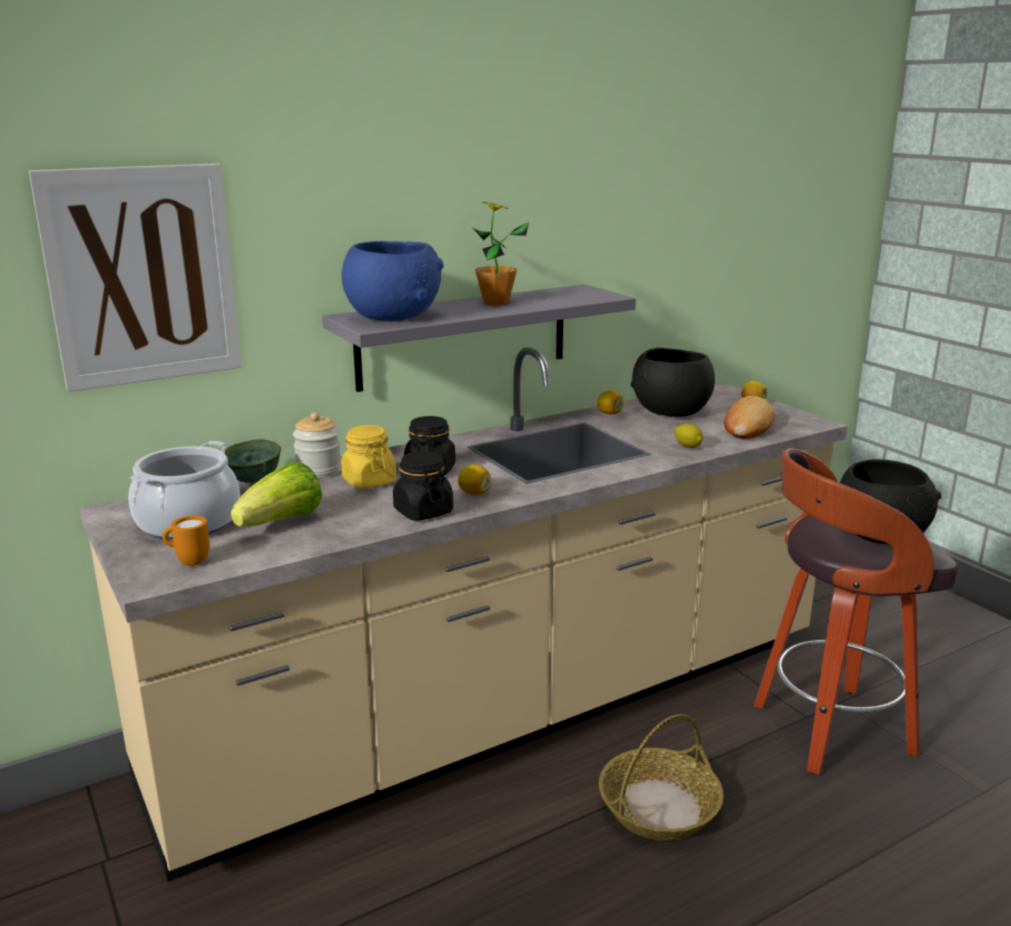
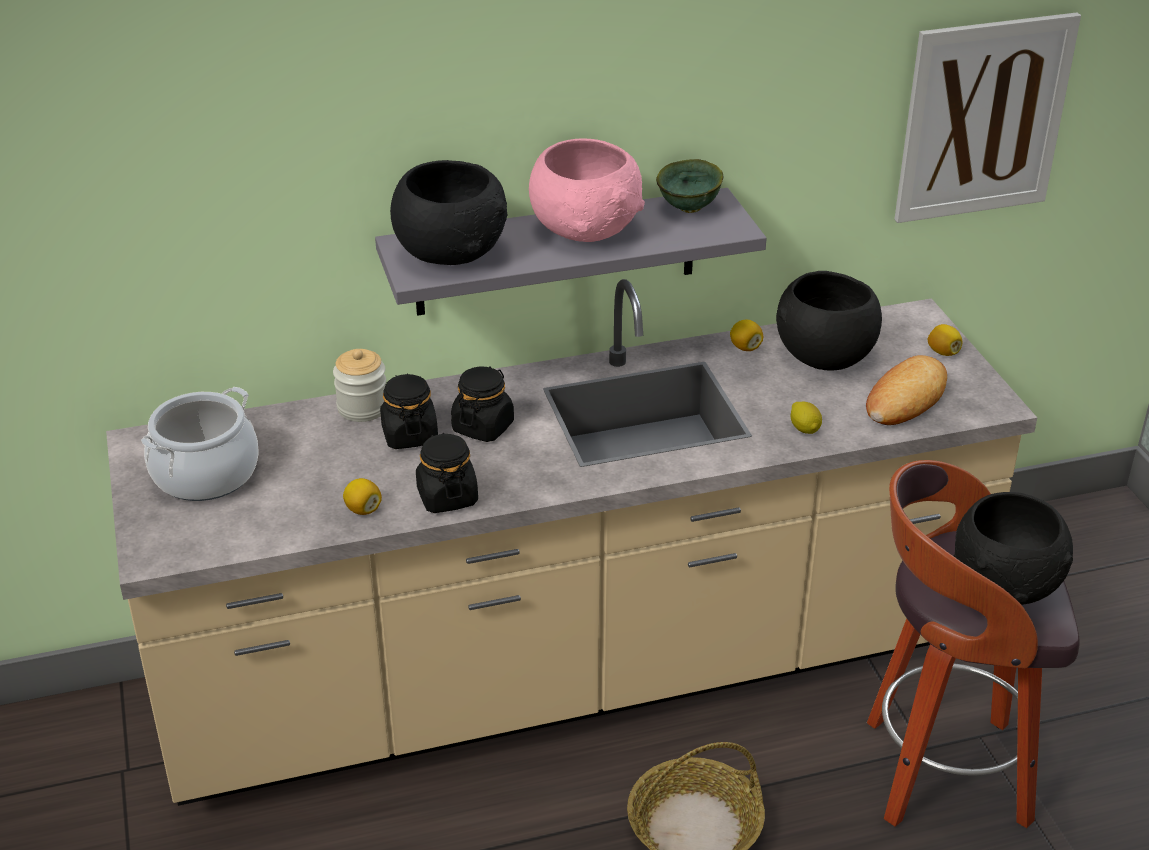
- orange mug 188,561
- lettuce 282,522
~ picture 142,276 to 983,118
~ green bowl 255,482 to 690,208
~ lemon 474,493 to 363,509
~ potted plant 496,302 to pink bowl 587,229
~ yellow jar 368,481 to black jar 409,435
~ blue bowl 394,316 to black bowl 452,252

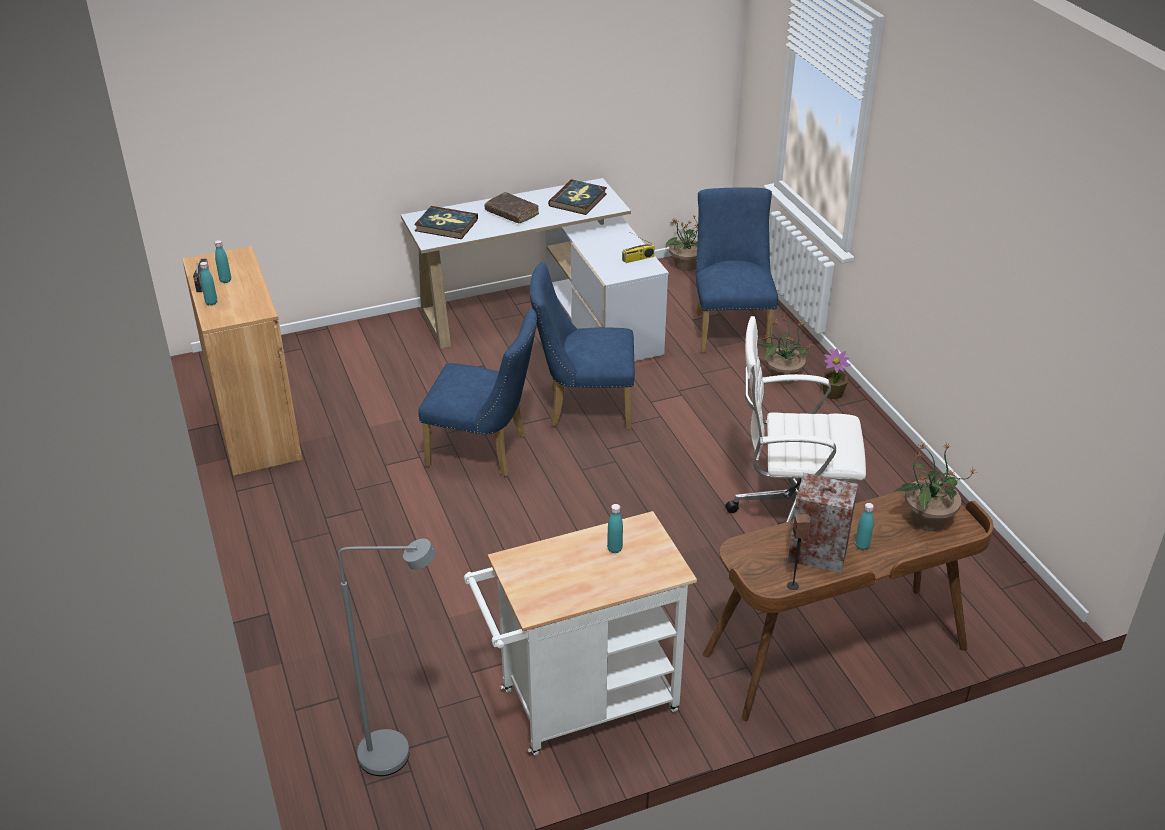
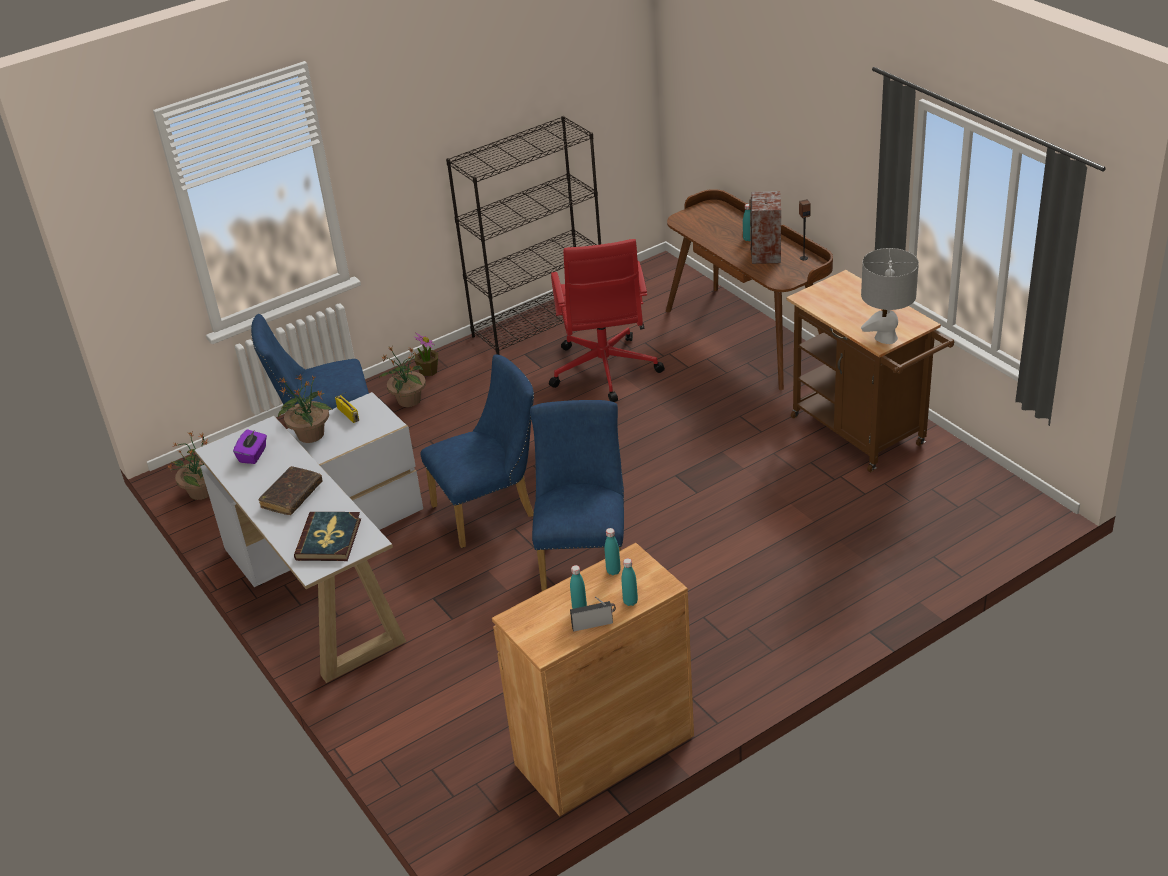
- grey floor lamp 398,755
+ black bookcase 540,322
+ grey table lamp 886,338
~ turquoise bottle 614,549 to 613,571
~ potted plant 926,520 to 311,435
~ book 578,200 to purple tissue box 253,455
~ white cart 579,705 to brown cart 863,435
~ white office chair 792,514 to red office chair 604,372
~ blue chair 583,407 = 491,510 105 degrees counterclockwise

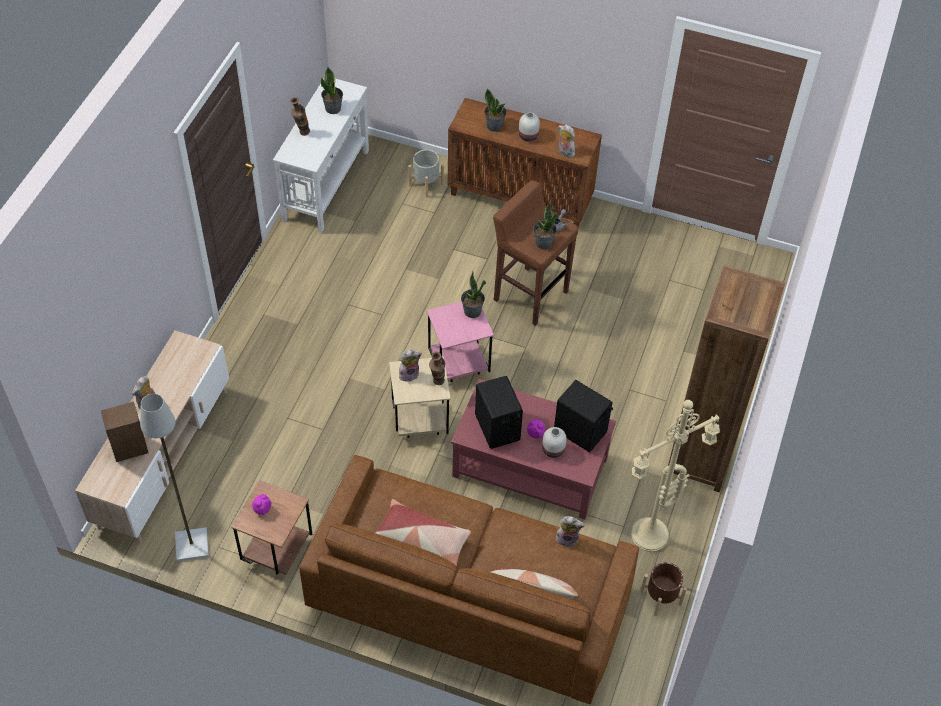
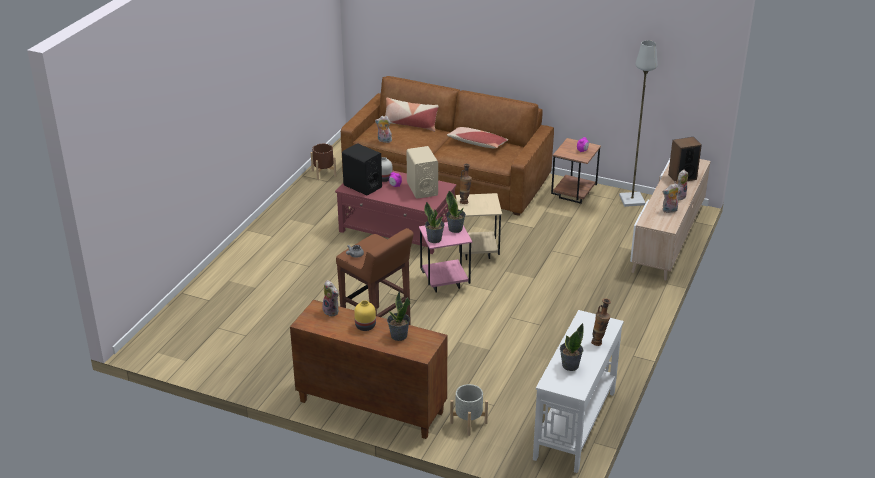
- beige floor lamp 649,538
- brown bookcase 700,457
~ plush toy 409,374 to 669,211
~ potted plant 543,243 to 455,229
~ black speaker 497,428 to beige speaker 422,189
~ white vase 528,136 to yellow vase 365,326

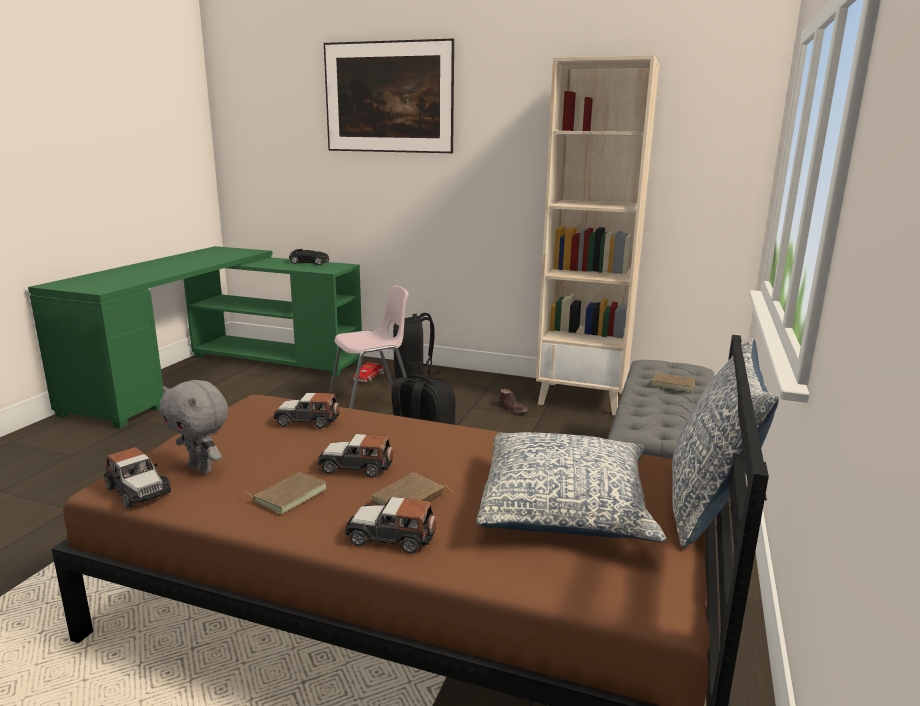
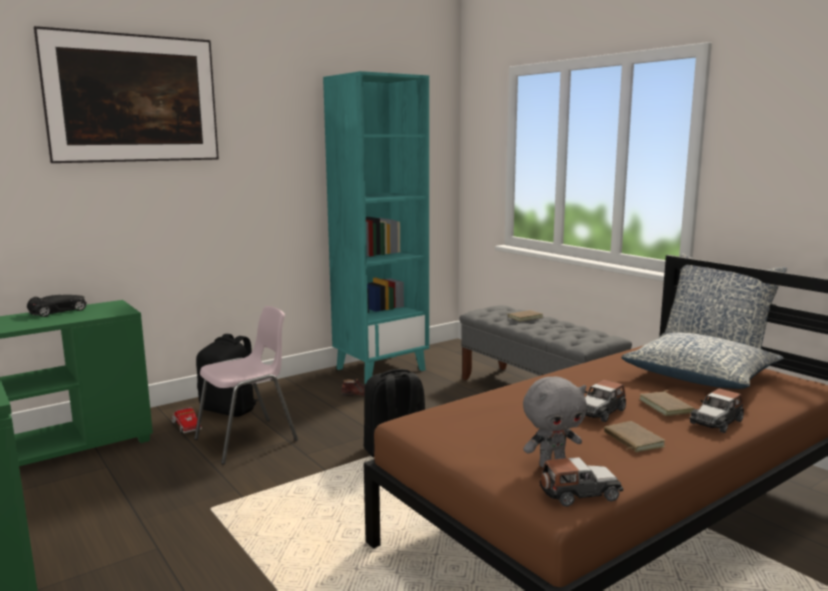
- toy car 307,420
~ beige bookcase 583,398 to turquoise bookcase 381,369
~ pink chair 373,402 = 248,440 45 degrees clockwise

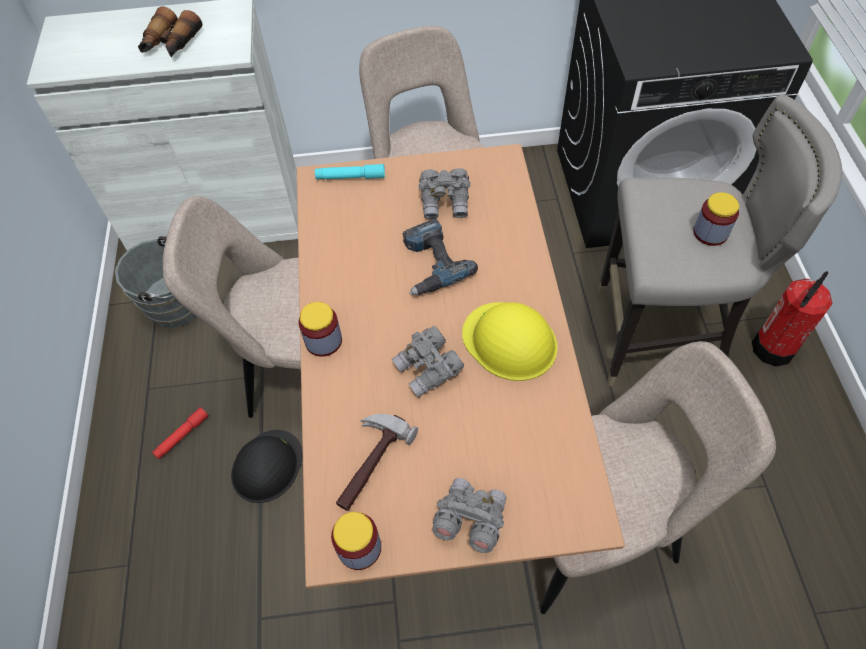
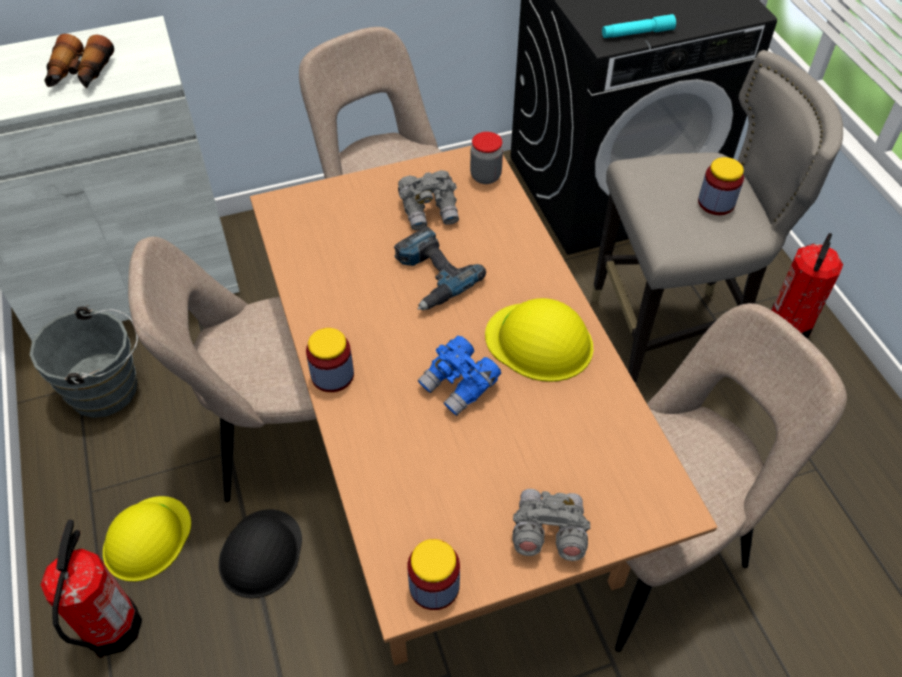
- hammer 368,462
+ fire extinguisher 112,628
+ jar 485,176
~ turquoise flashlight 350,177 to 637,33
~ red flashlight 182,436 to yellow hard hat 147,538
~ grey binoculars 428,369 to blue binoculars 459,385

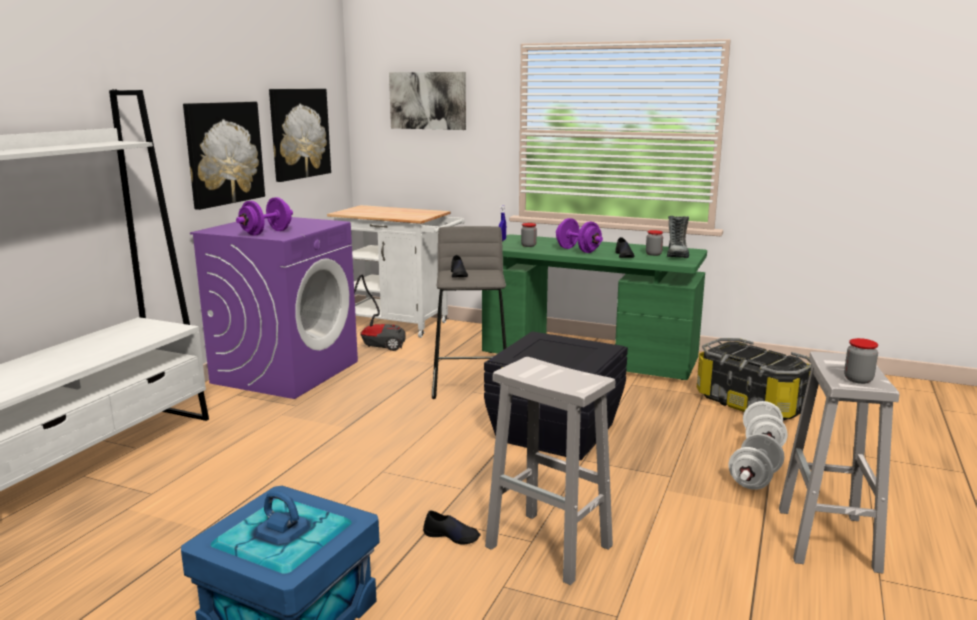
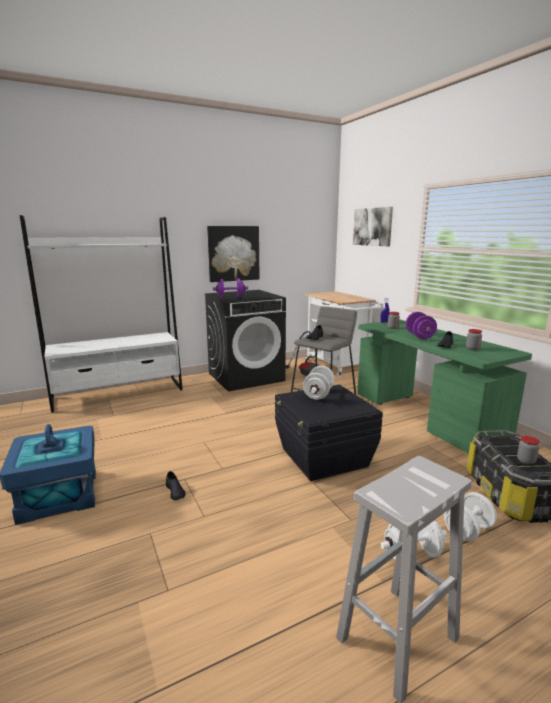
- picture 299,133
- white stool 550,547
- boot 677,254
+ white dumbbell 318,394
~ jar 858,379 to 526,461
~ purple washing machine 286,372 to black washing machine 246,377

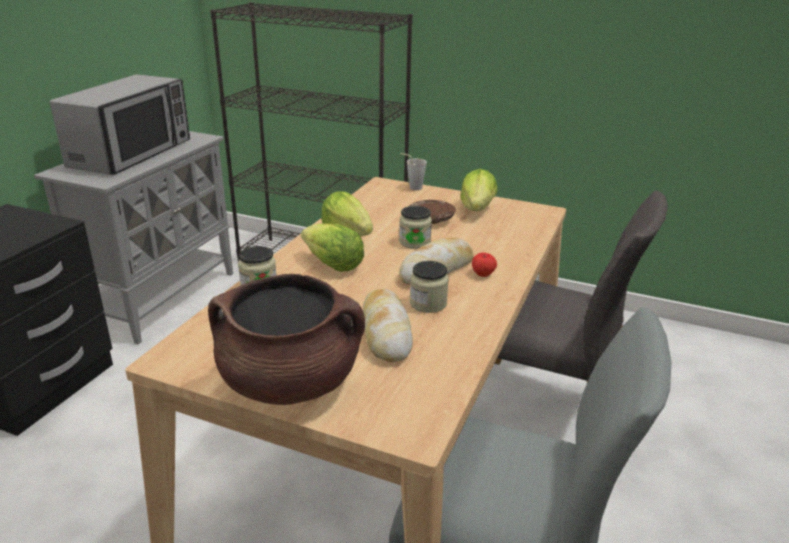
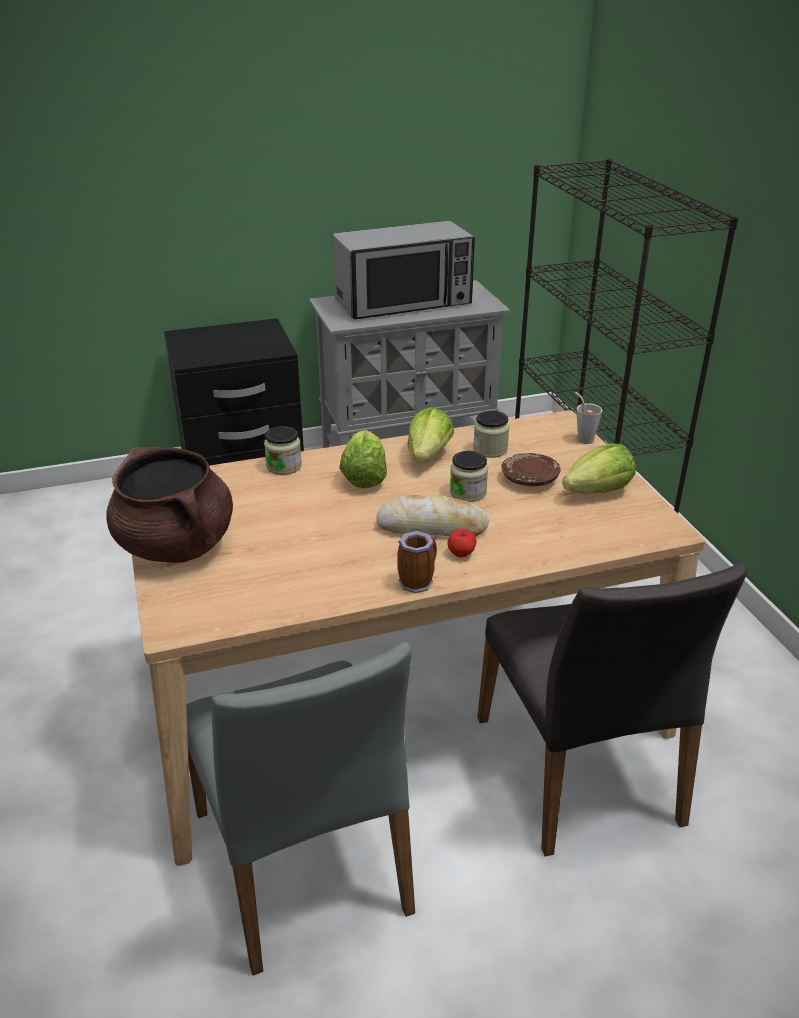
- bread 386,332
+ mug 417,581
~ jar 428,303 to 490,449

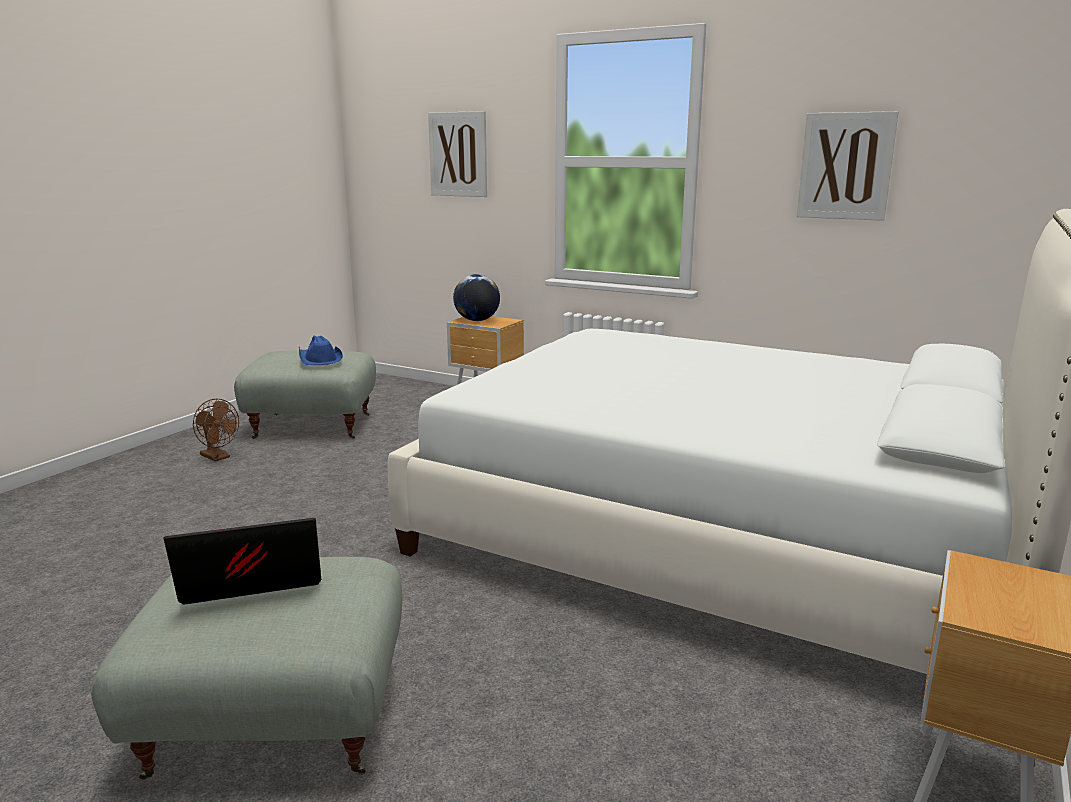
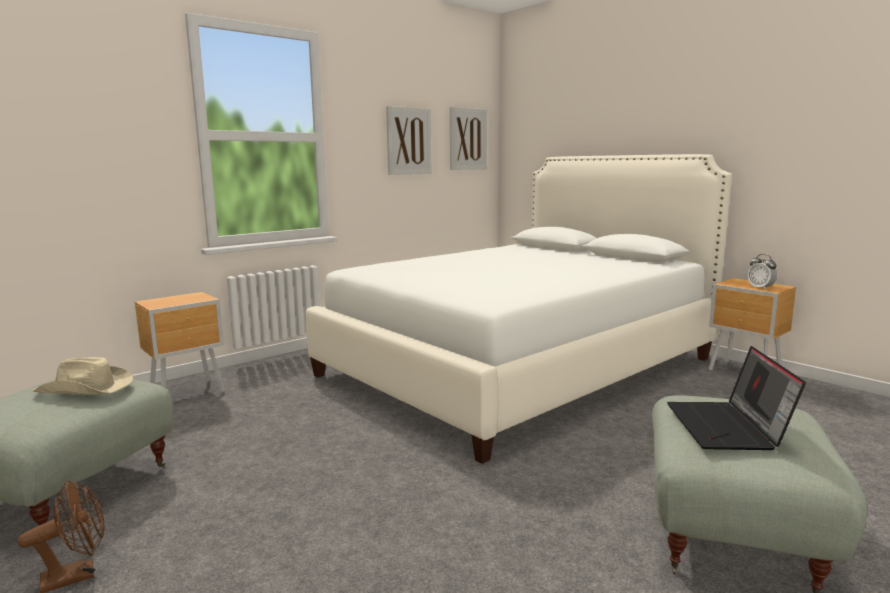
- globe 477,320
+ alarm clock 760,288
~ picture 458,154 to 468,139
~ blue hat 319,359 to beige hat 85,388

